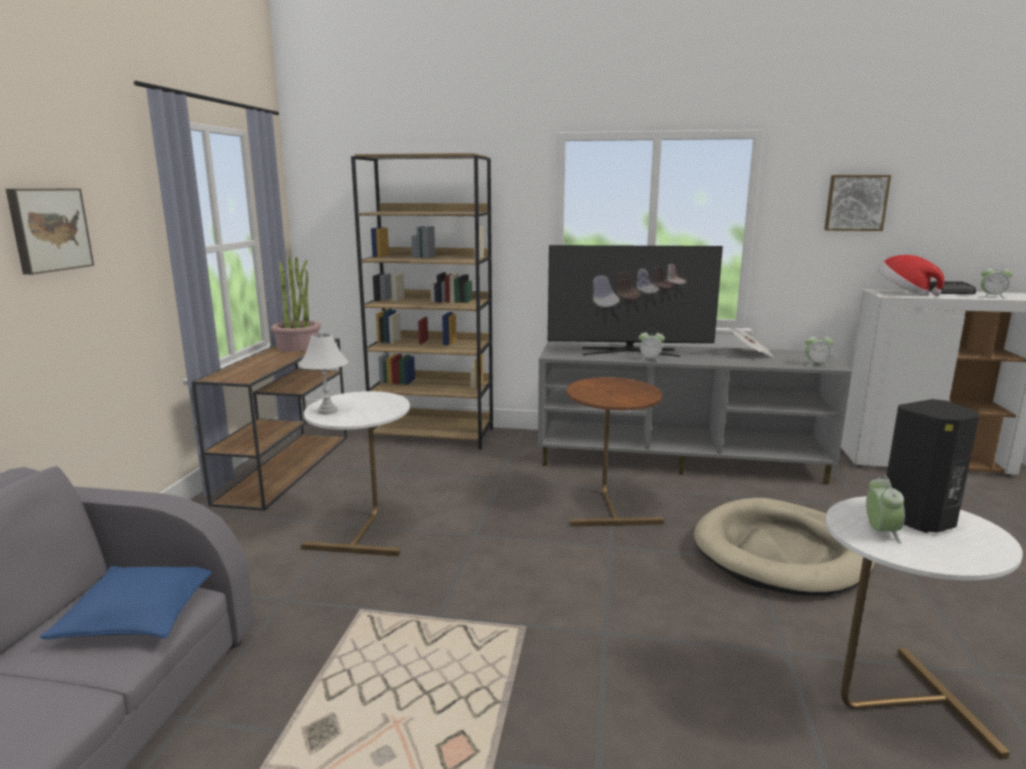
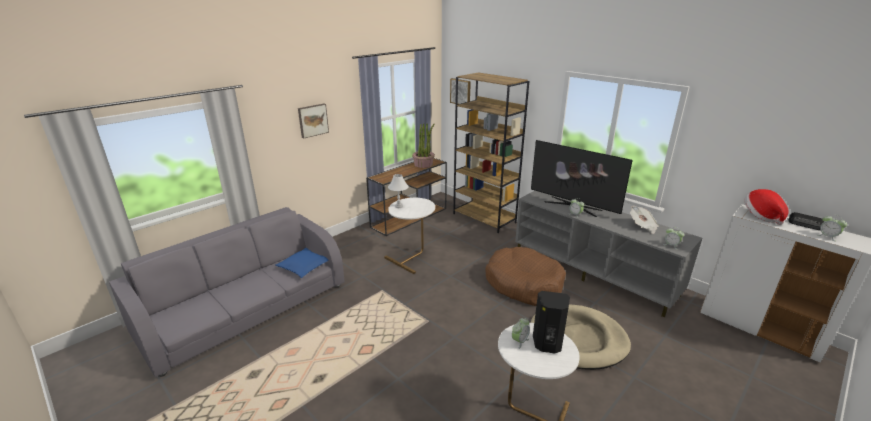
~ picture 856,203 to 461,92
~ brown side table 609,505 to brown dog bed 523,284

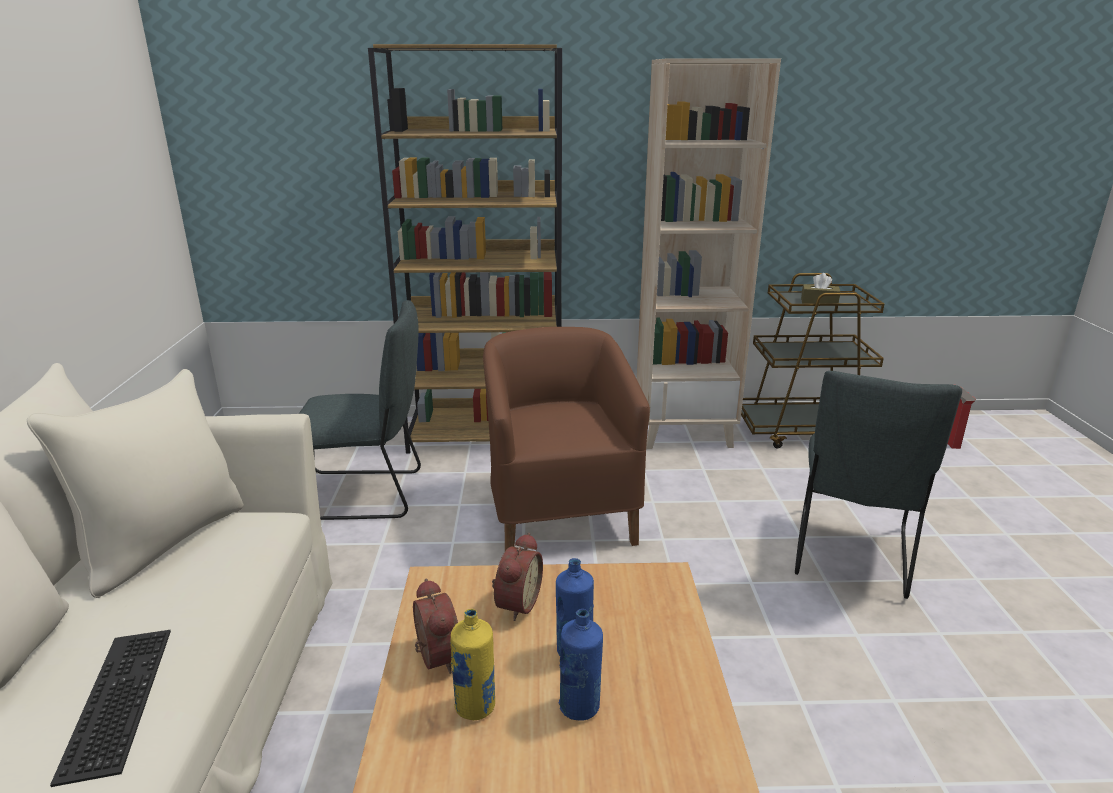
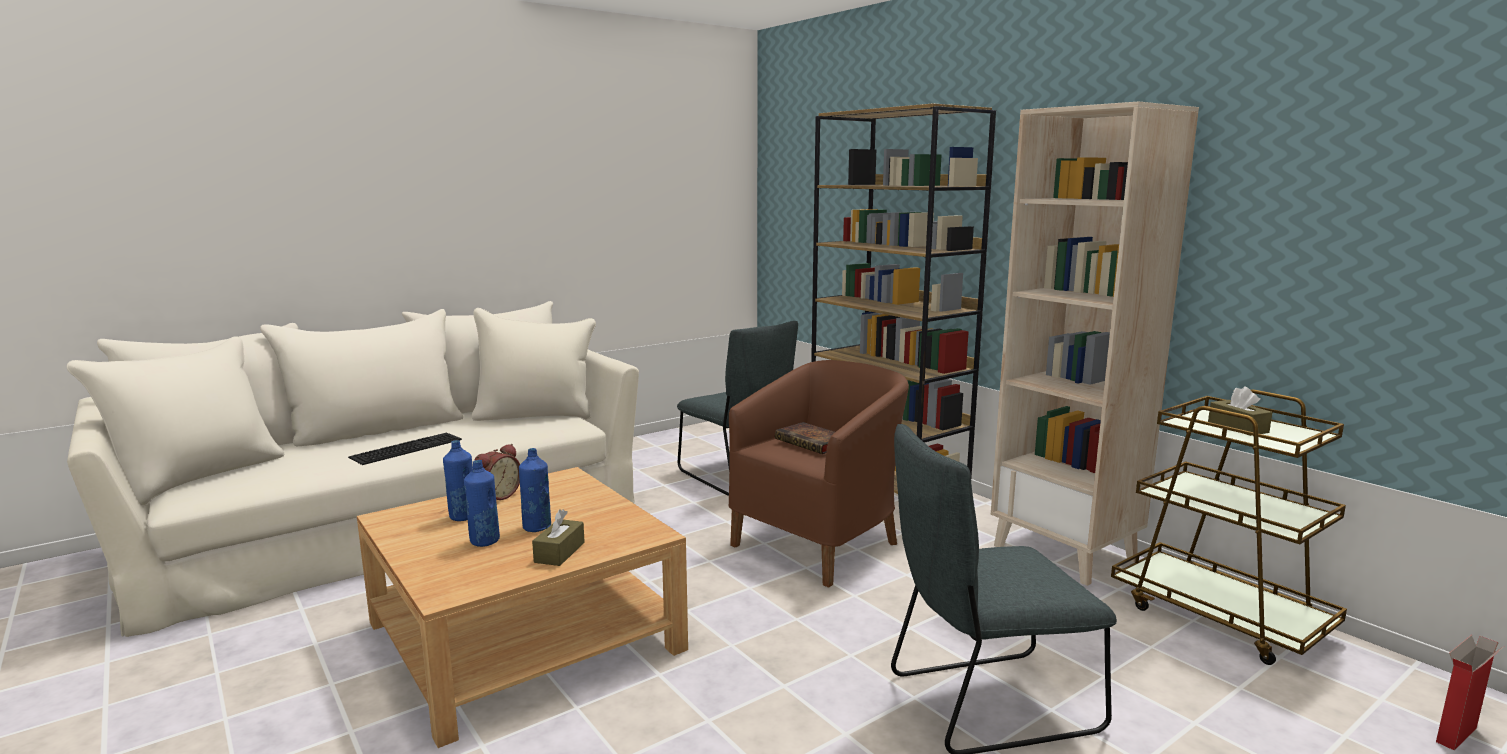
- alarm clock 515,603
+ brown tissue box 559,552
+ book 813,443
~ yellow bottle 475,707 to blue bottle 463,516

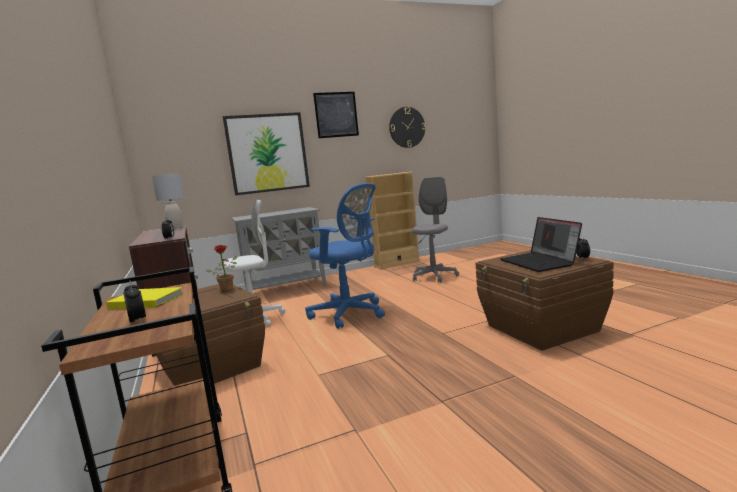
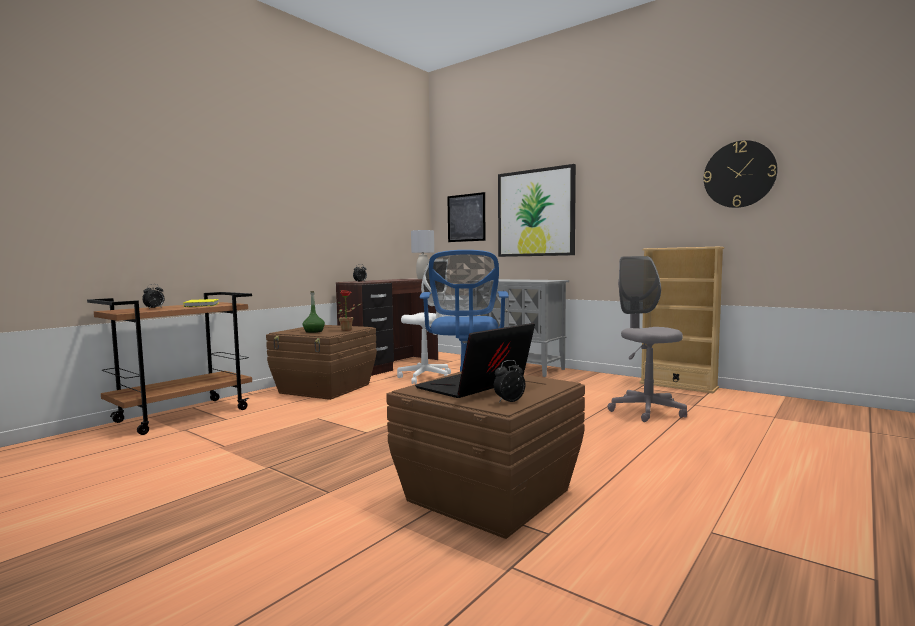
+ green bottle 313,331
~ picture 336,114 to 466,218
~ grey office chair 434,276 = 646,411 105 degrees counterclockwise

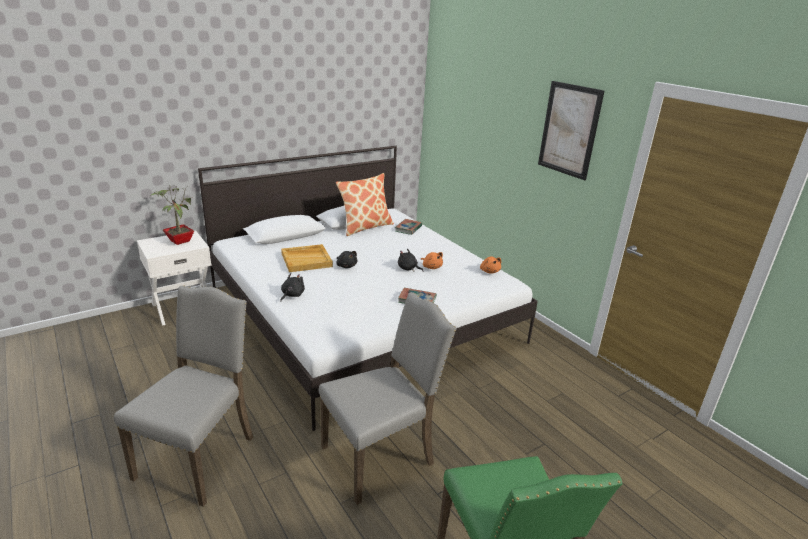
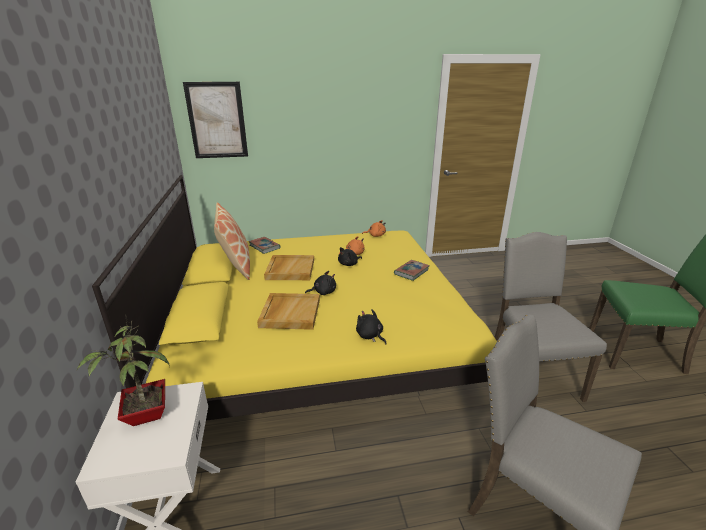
+ beige tray 290,269
~ picture 569,130 to 217,120
~ white bed 362,315 to yellow bed 318,337

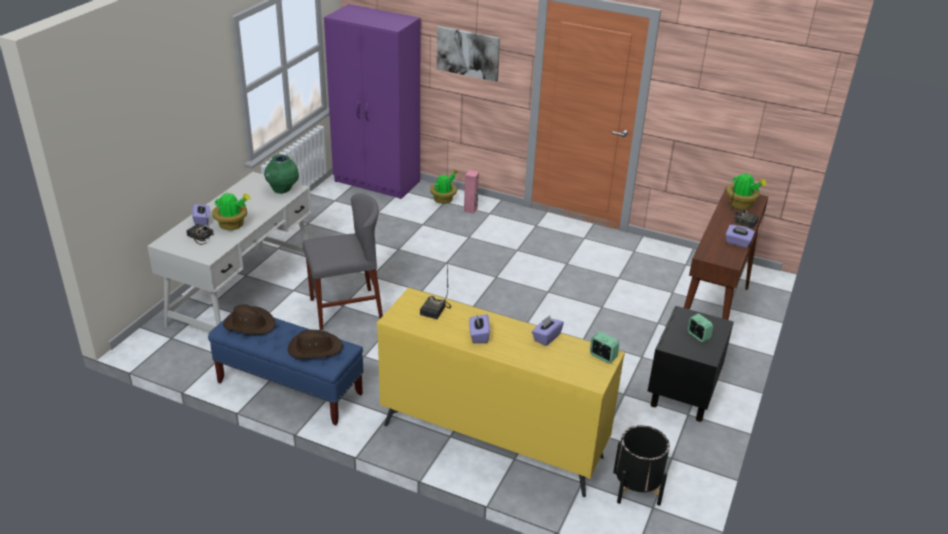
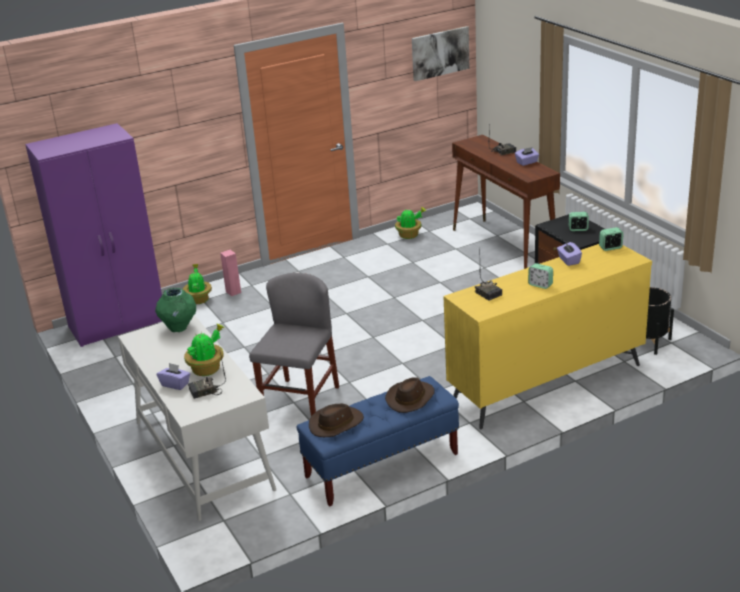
~ picture 468,53 to 440,53
~ potted plant 741,205 to 409,235
~ purple tissue box 478,336 to alarm clock 540,285

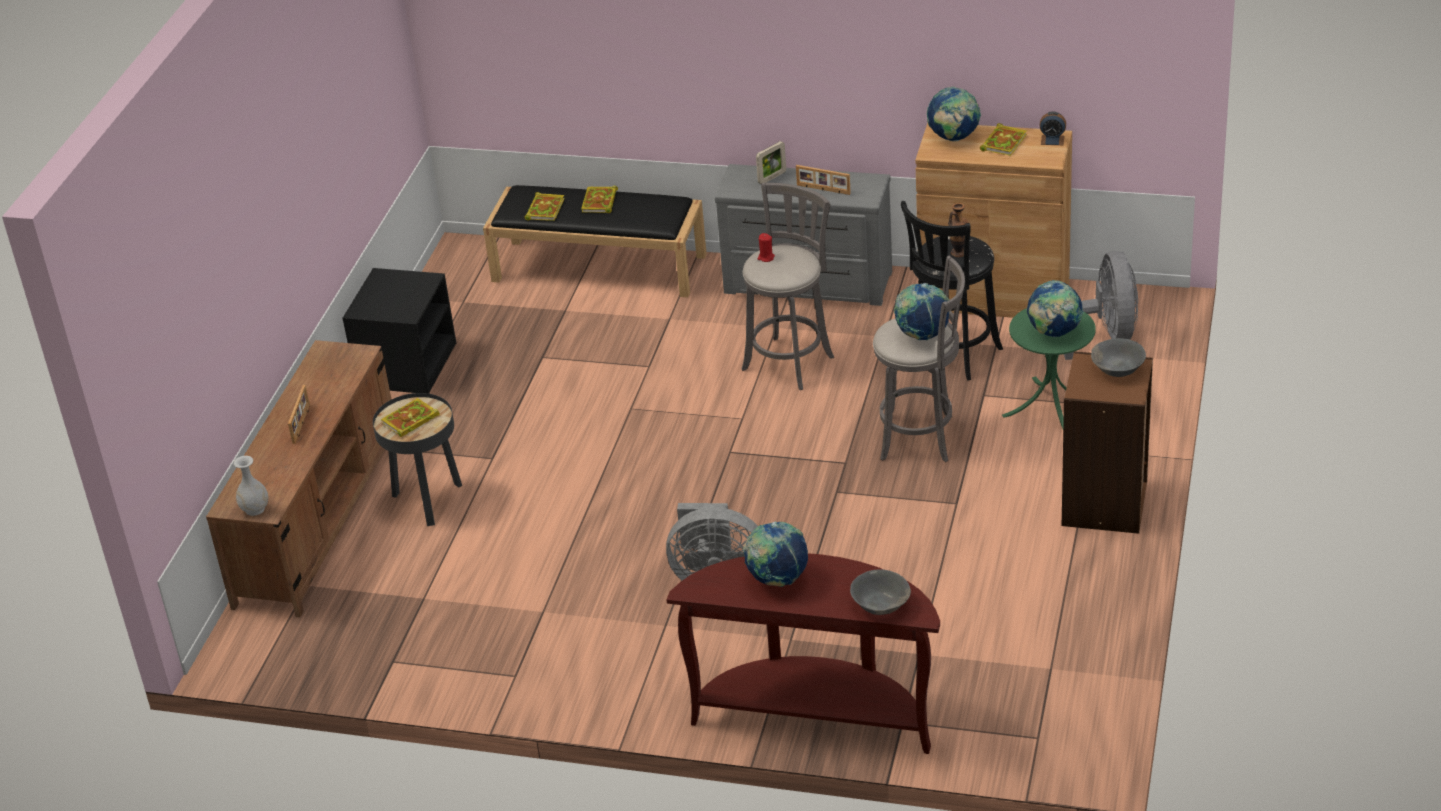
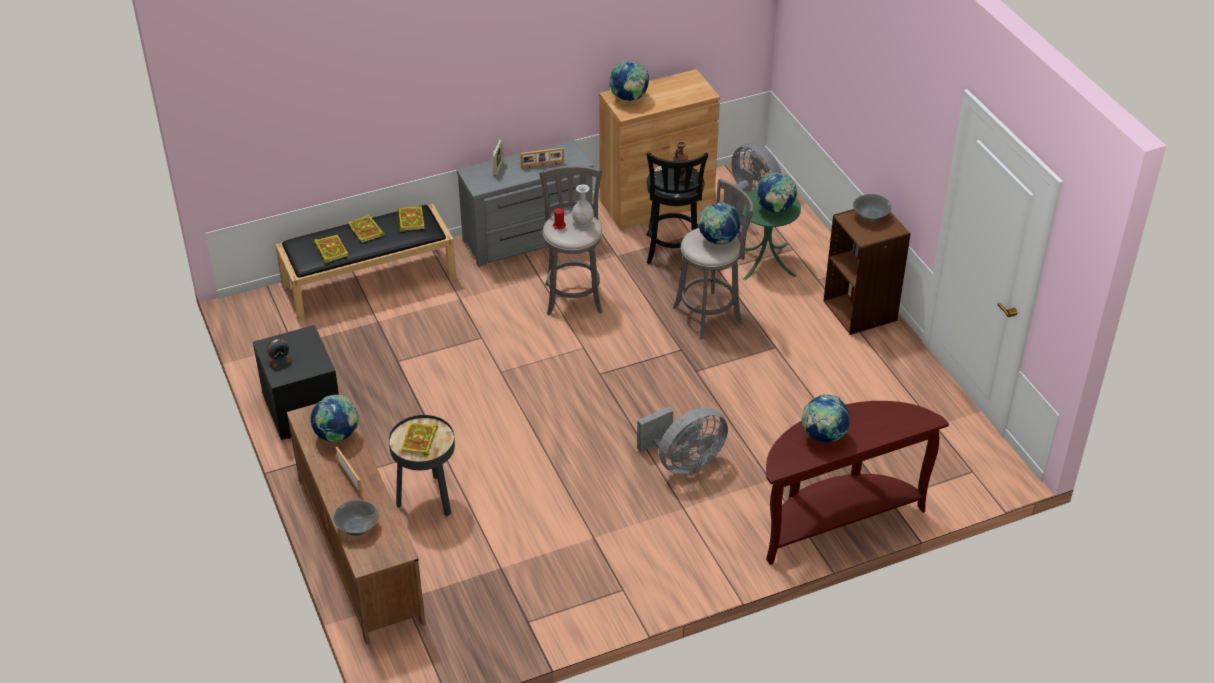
+ globe 337,436
~ white vase 255,509 to 582,222
~ grey bowl 879,605 to 357,527
~ book 1004,142 to 410,220
~ alarm clock 1052,140 to 280,360

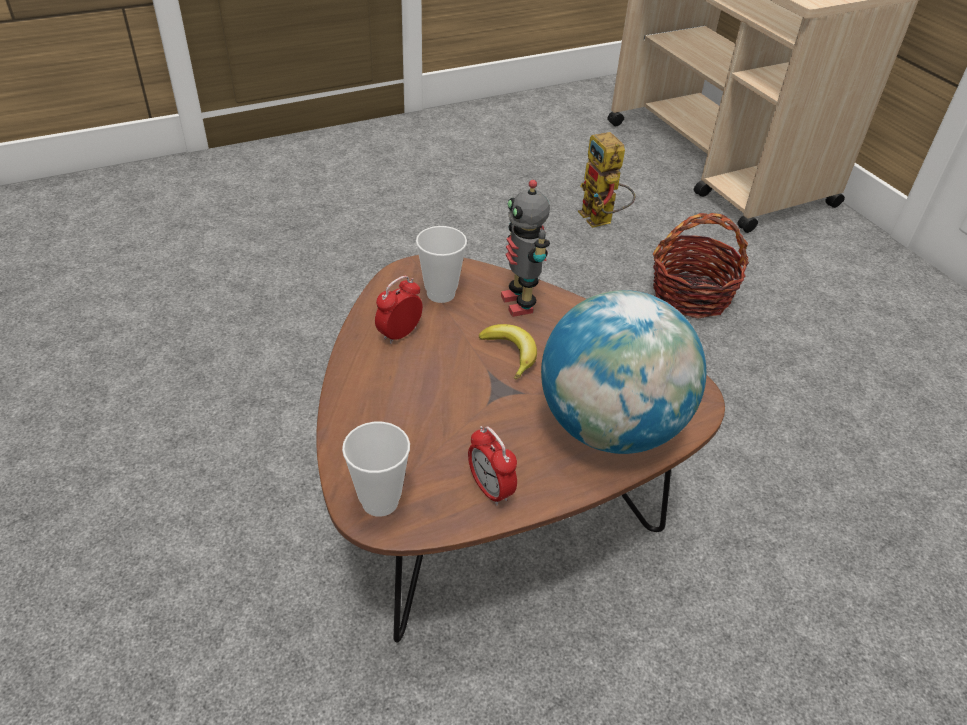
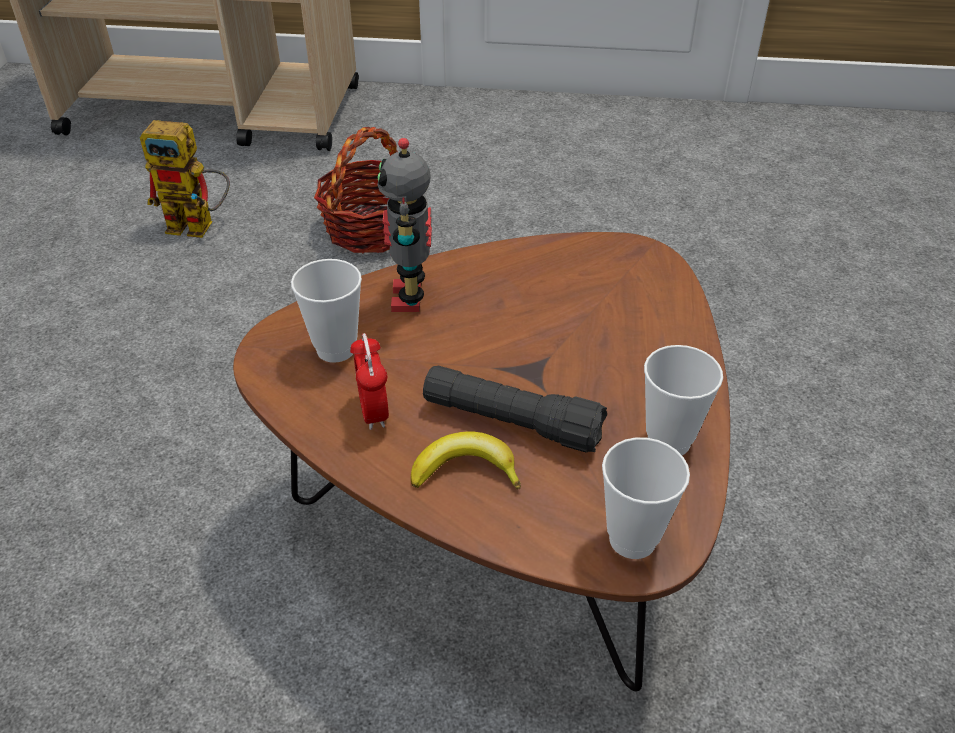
- globe 610,427
+ black flashlight 512,422
~ banana 510,353 to 465,470
~ alarm clock 490,489 to cup 668,441
~ toy robot 520,303 = 411,298 75 degrees clockwise

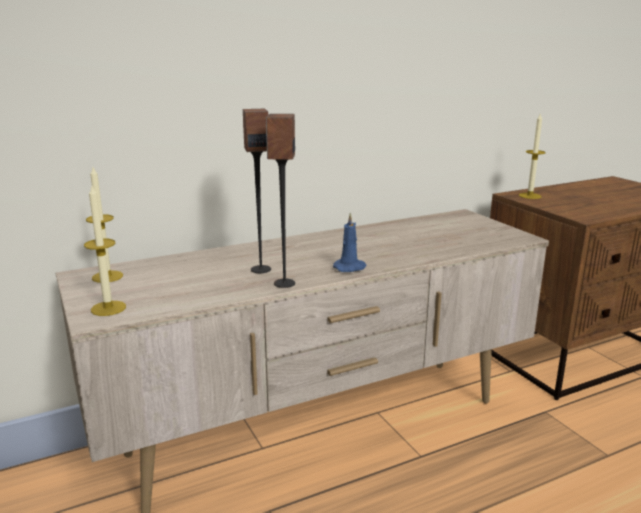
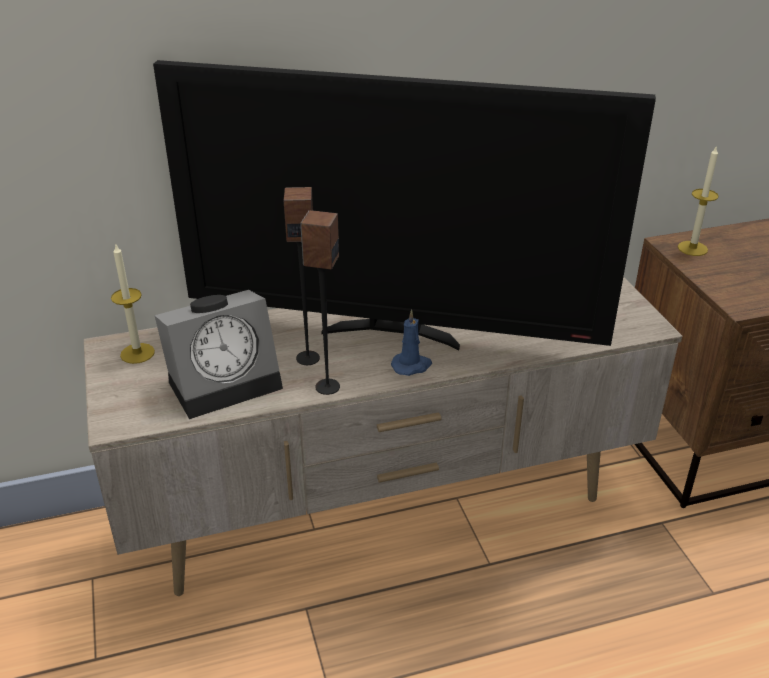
- candle 108,308
+ television 394,333
+ alarm clock 226,381

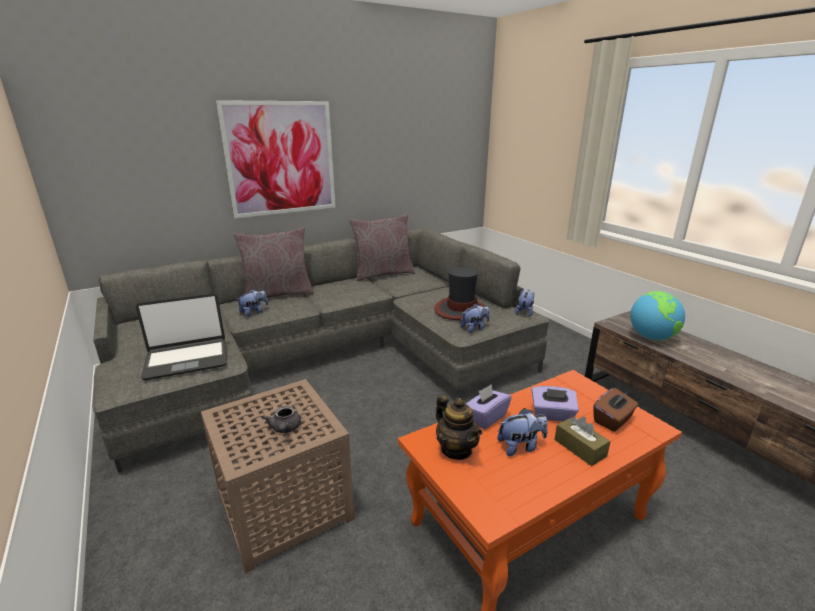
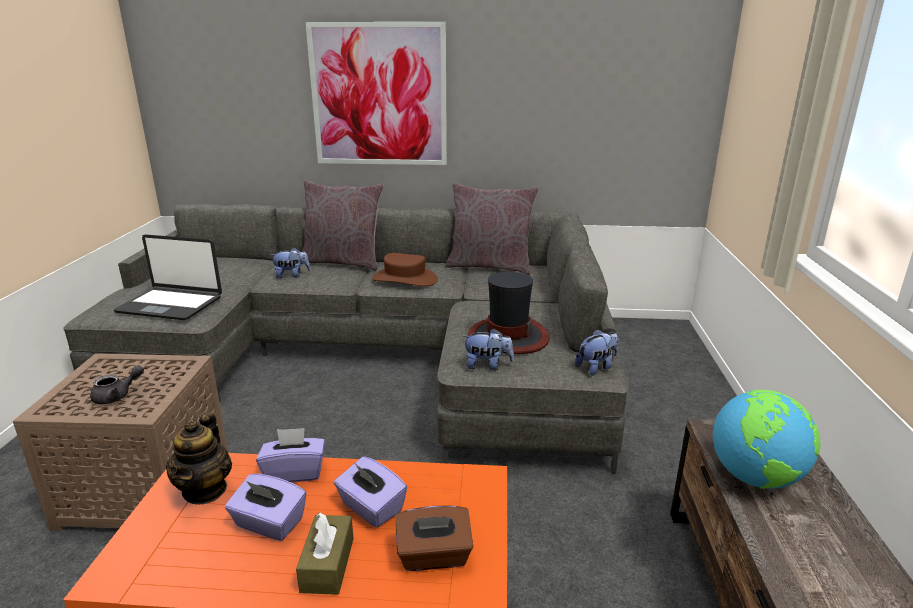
+ brown hat 405,279
~ plush toy 520,446 to purple tissue box 269,523
~ grey teapot 285,429 = 117,396 150 degrees counterclockwise

